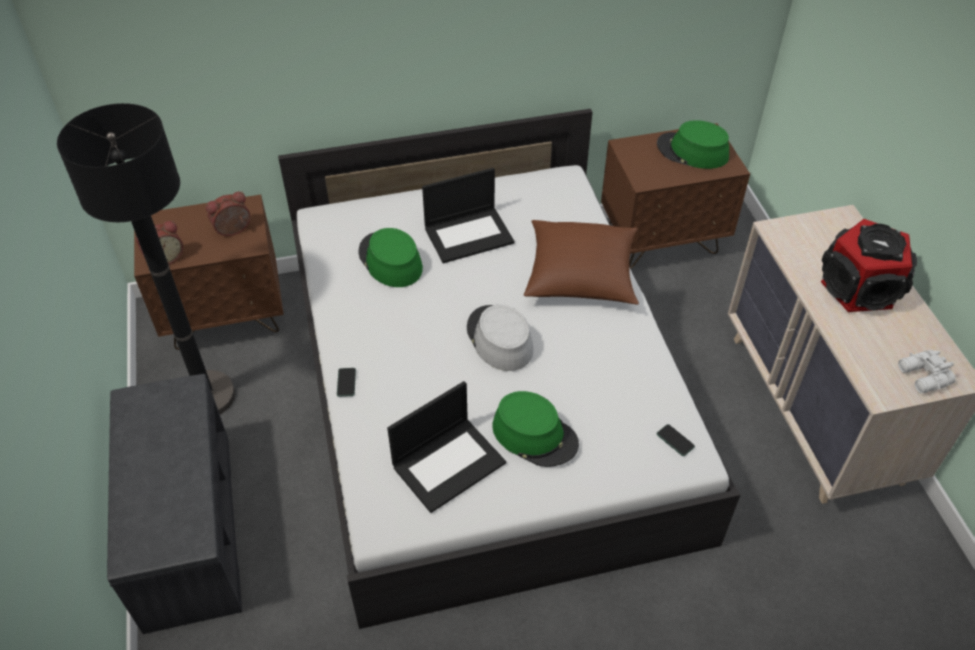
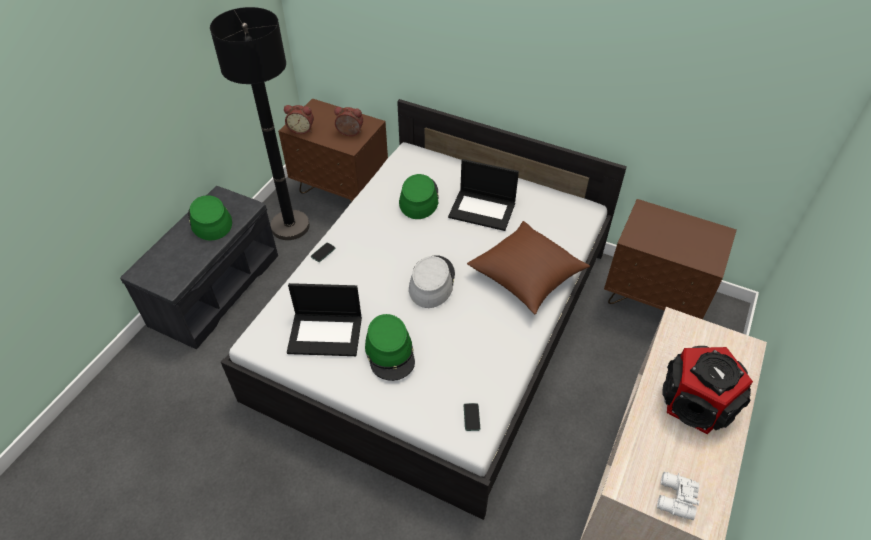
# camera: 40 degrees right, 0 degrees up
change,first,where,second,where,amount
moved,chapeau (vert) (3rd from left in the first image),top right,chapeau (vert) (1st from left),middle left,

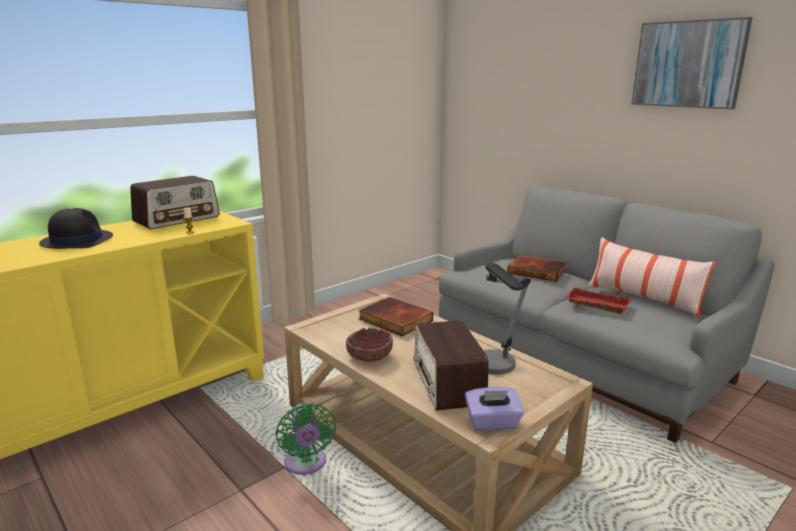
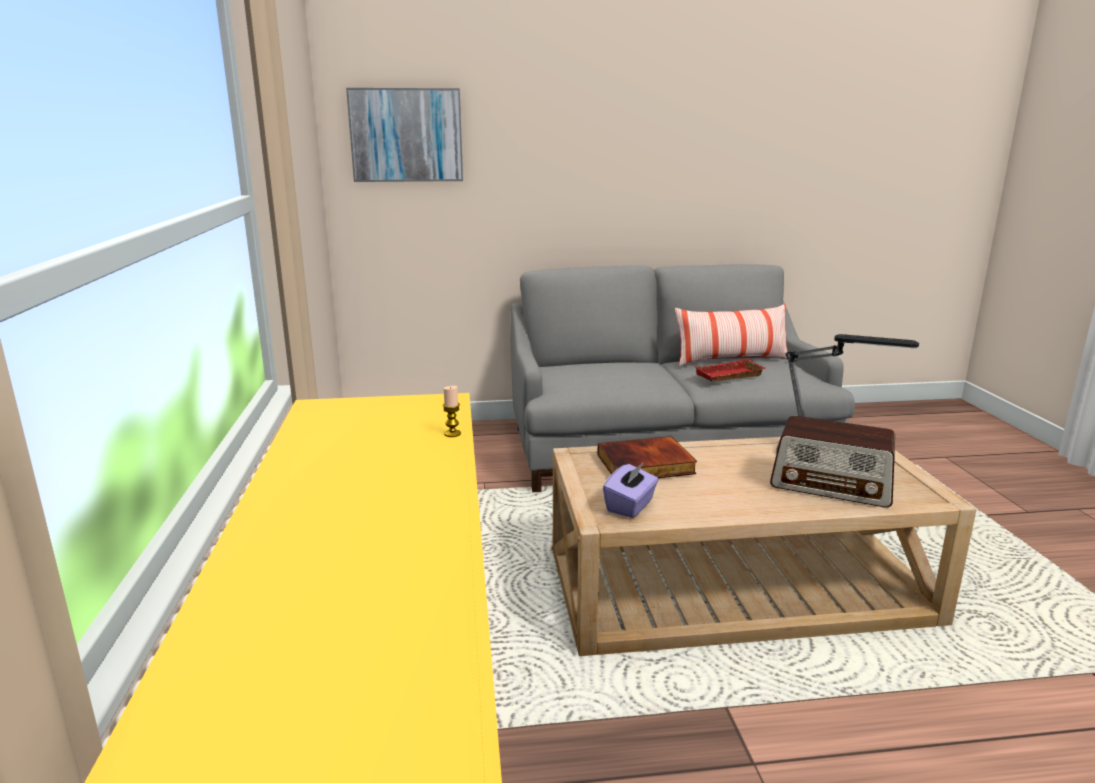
# camera: 55 degrees left, 0 degrees up
change,first,where,second,where,amount
removed,chapeau (noir),middle left,,,
removed,radio (1st from left),middle left,,,
removed,ventilateur (vert),bottom centre,,,
removed,bol,centre,,,
removed,livre (2nd from left),middle right,,,
moved,boîte à mouchoirs (violet),bottom centre,,centre,
moved,tableau,top right,,top centre,

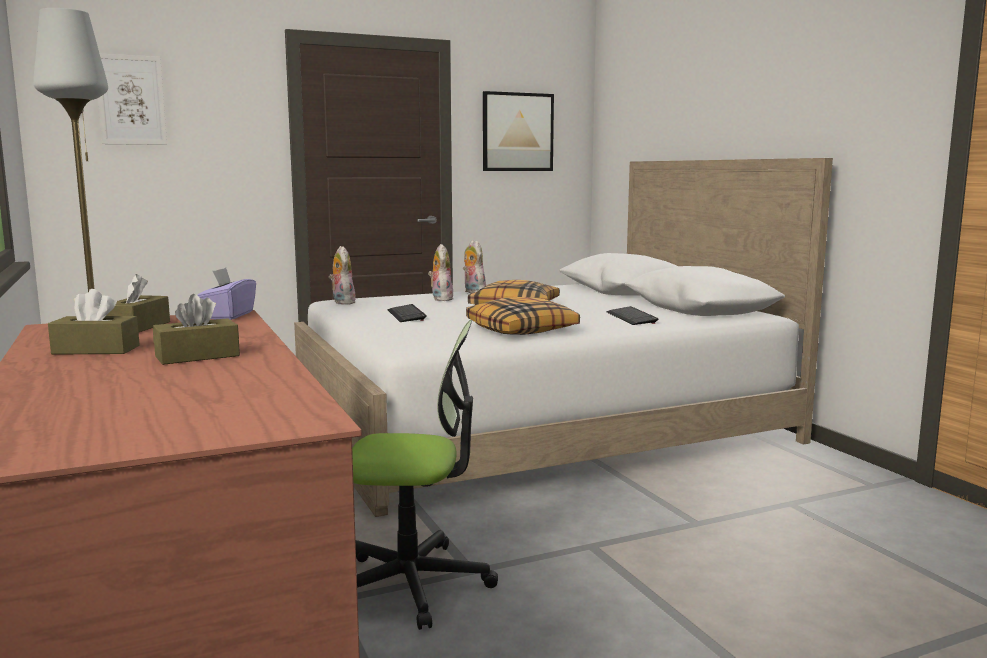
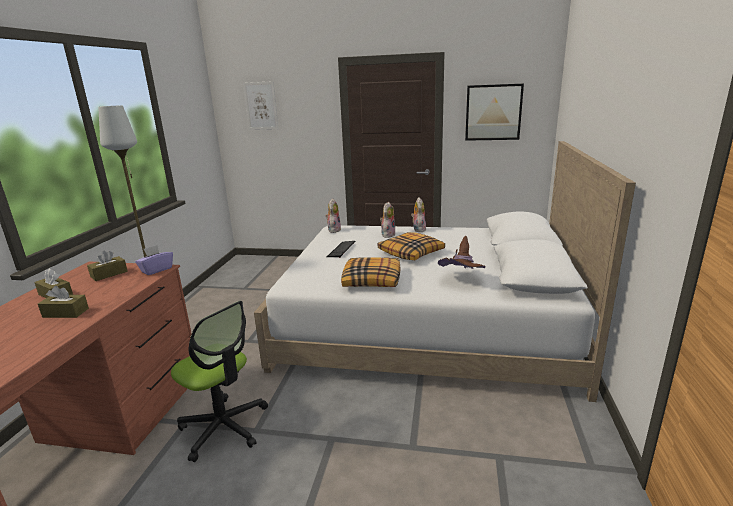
# camera: 35 degrees right, 10 degrees up
change,first,where,second,where,amount
replaced,clavier (2nd from left),centre,chapeau (marron),centre,

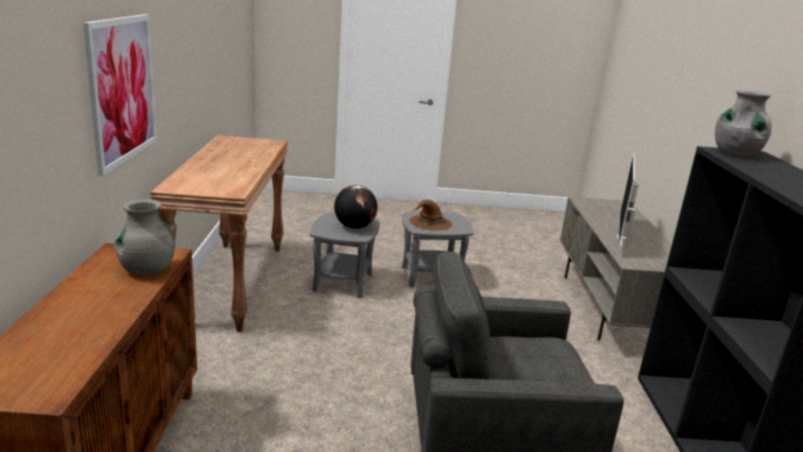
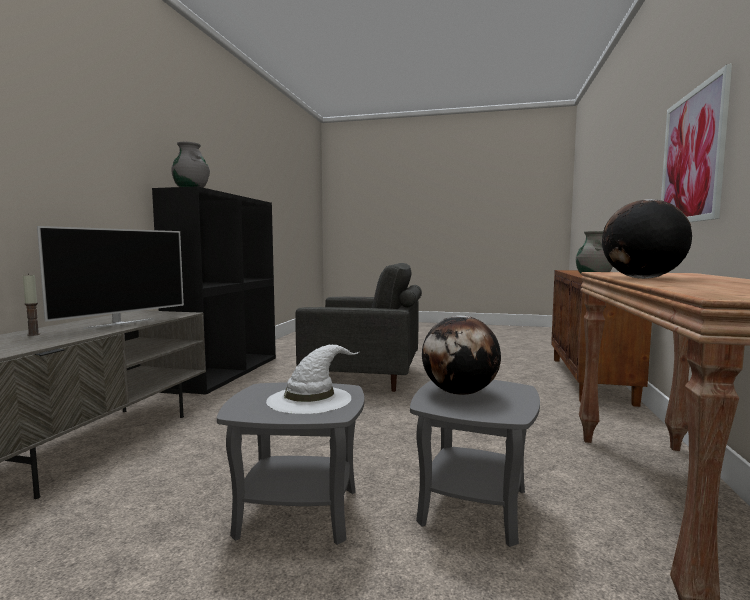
# camera: 165 degrees left, 15 degrees down
change,first,where,second,where,amount
added,,,globe (2nd from left),middle right,
recoloured,chapeau (marron),centre,chapeau (blanc),centre,

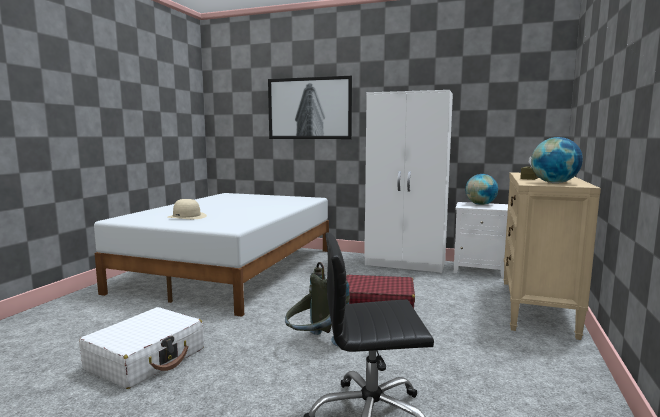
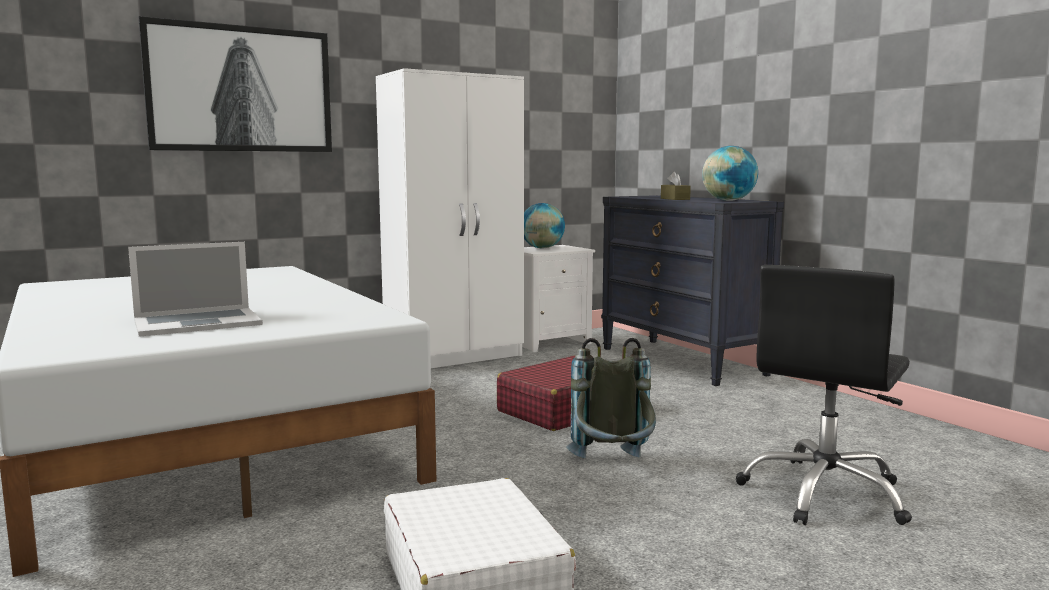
# camera: 50 degrees left, 0 degrees up
change,first,where,second,where,amount
replaced,chapeau (beige),middle left,ordinateur portable,middle left,
recoloured,commode (beige),middle right,commode (noir),centre,

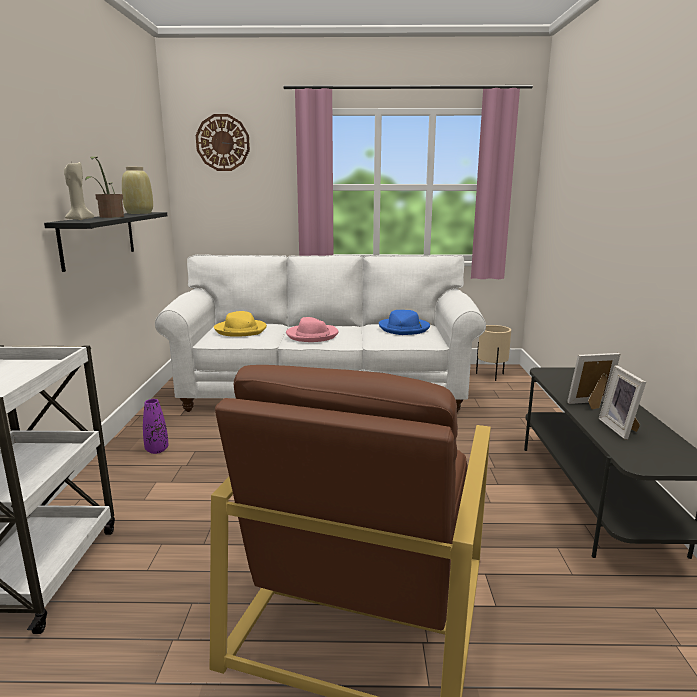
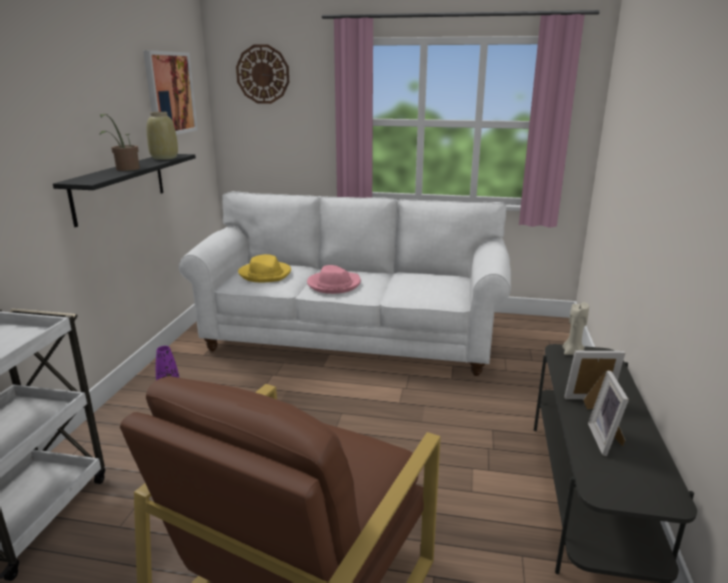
# camera: 10 degrees right, 5 degrees up
change,first,where,second,where,amount
removed,chapeau (bleu),centre,,,
removed,cache-pot (beige),middle right,,,
added,,,tableau,top left,
moved,bougie (beige),top left,,middle right,

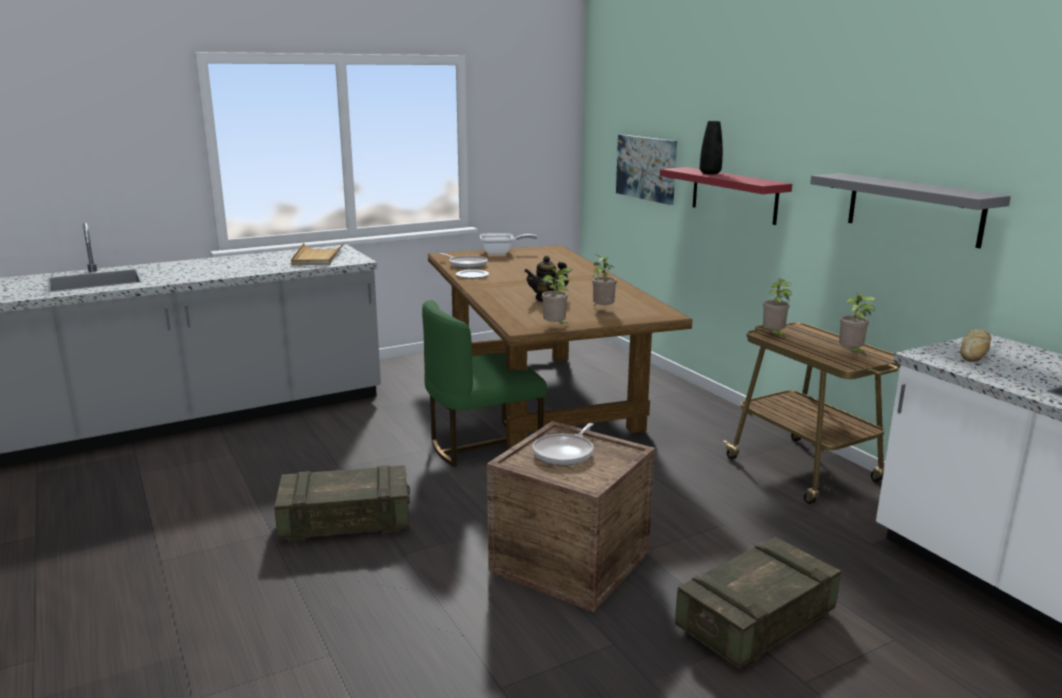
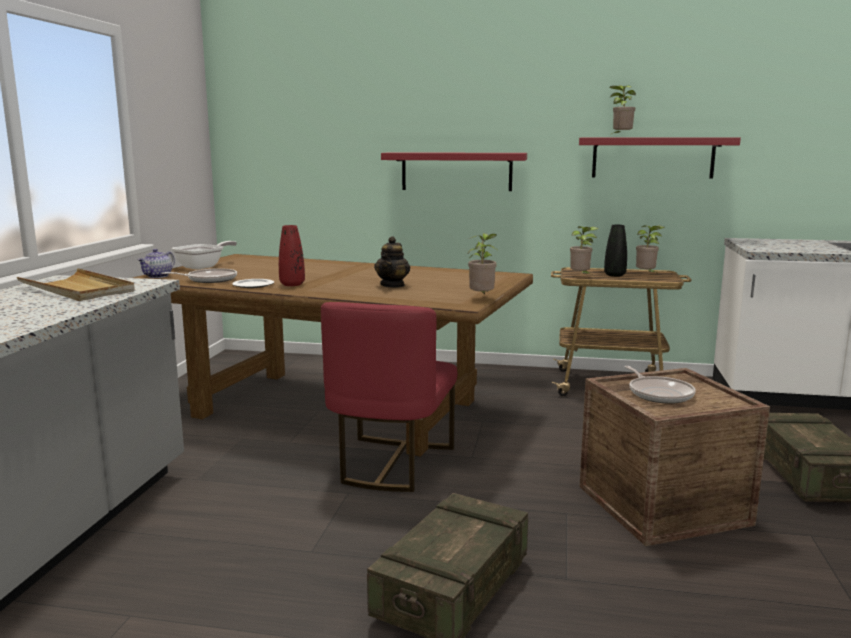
# camera: 50 degrees left, 5 degrees down
change,first,where,second,where,amount
removed,tableau,top centre,,,
removed,pain,middle right,,,
added,,,théière (1st from left),middle left,
added,,,vase (rouge),centre,
moved,plante en pot (2nd from left in the first image),centre,plante en pot (3rd from left),top right,
moved,vase (noir),top right,,middle right,
recoloured,chaise (vert),centre,chaise (rouge),centre,
recoloured,étagère (gris),top right,étagère (rouge) (2nd from left),top right,

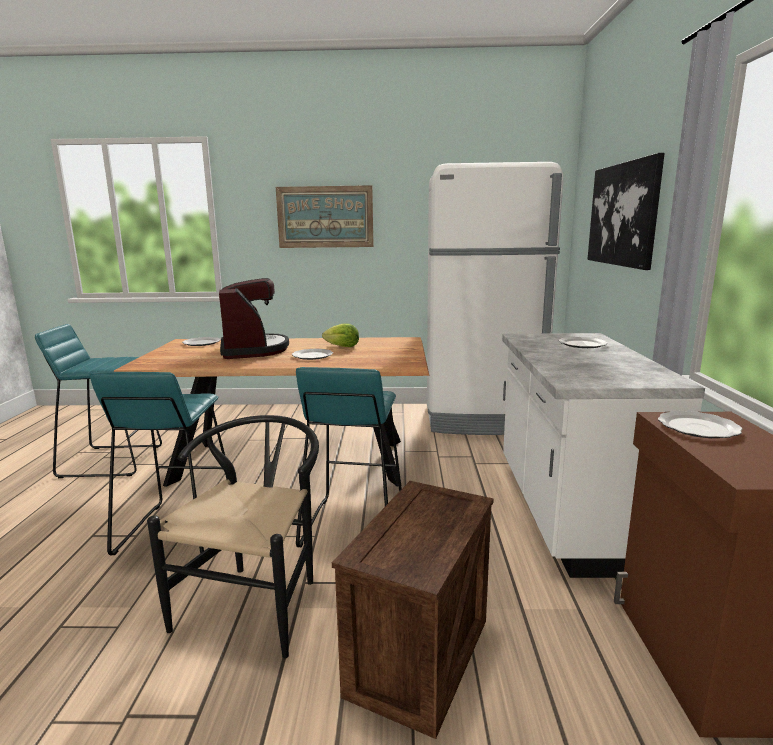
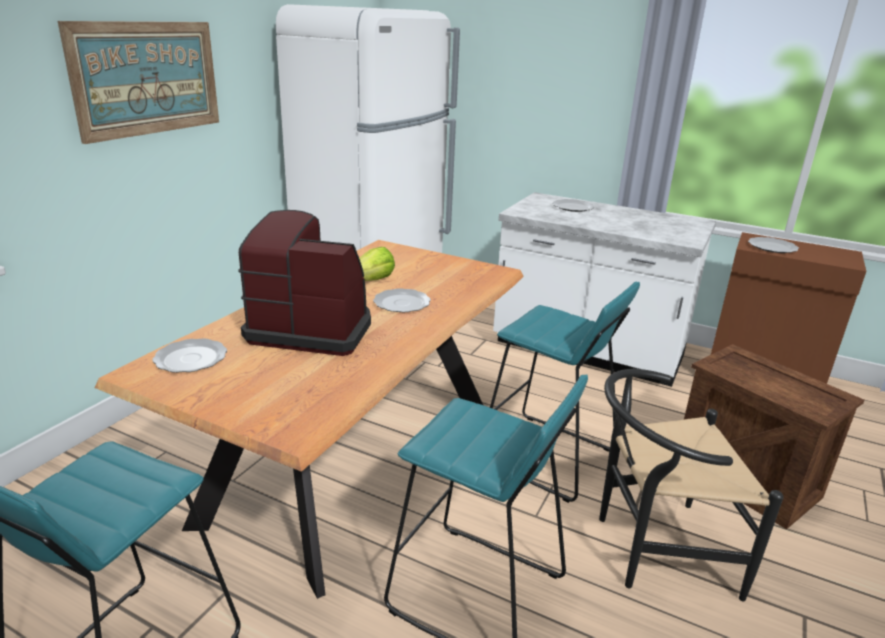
# camera: 65 degrees left, 10 degrees up
change,first,where,second,where,amount
removed,tableau (2nd from left),top right,,,
turned,chaise (noir),bottom left,,bottom right,45 degrees counterclockwise

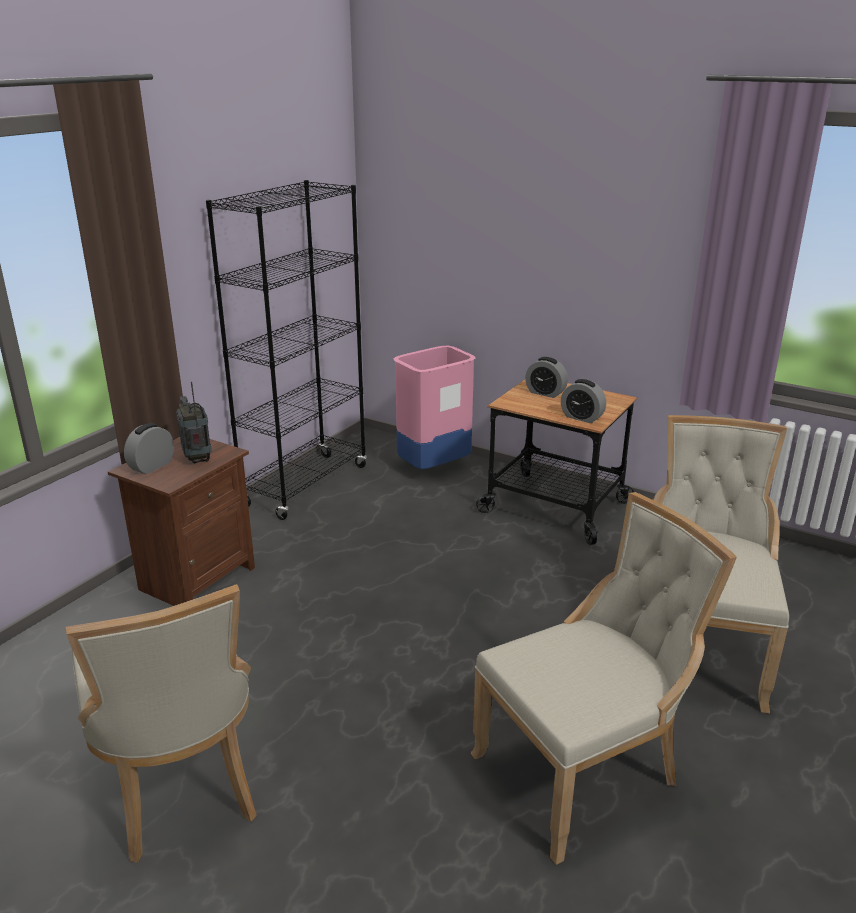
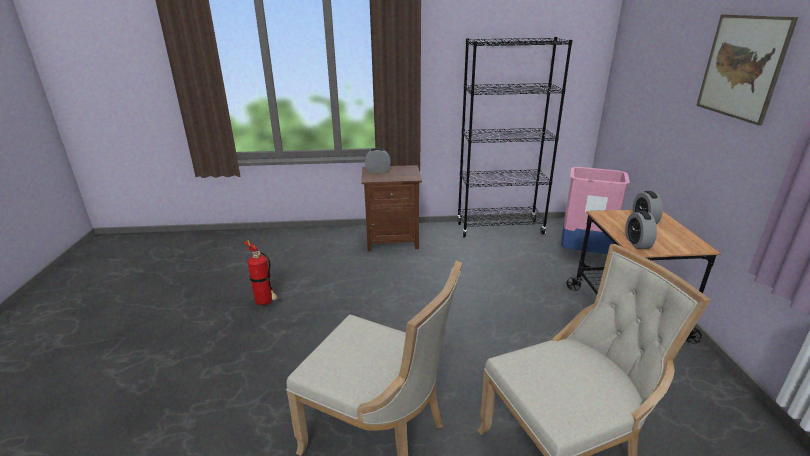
# camera: 55 degrees right, 0 degrees up
change,first,where,second,where,amount
removed,radio,middle left,,,
added,,,tableau,top right,
replaced,chaise (beige) (1st from left),bottom left,extincteur,middle left,

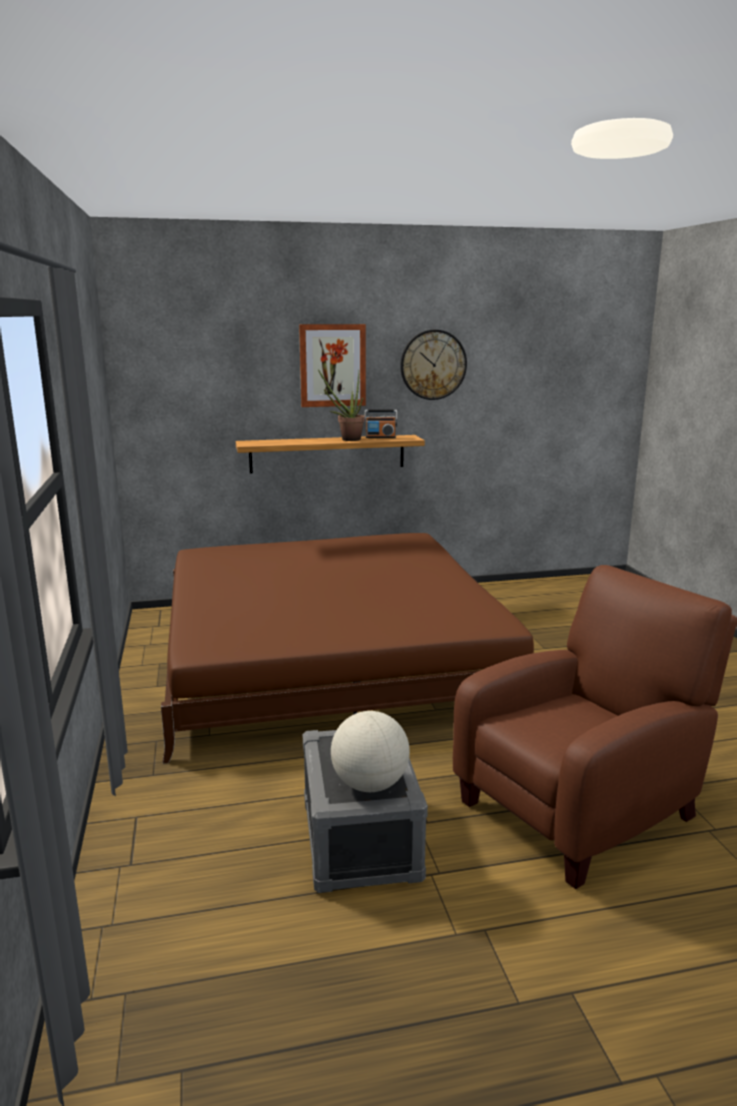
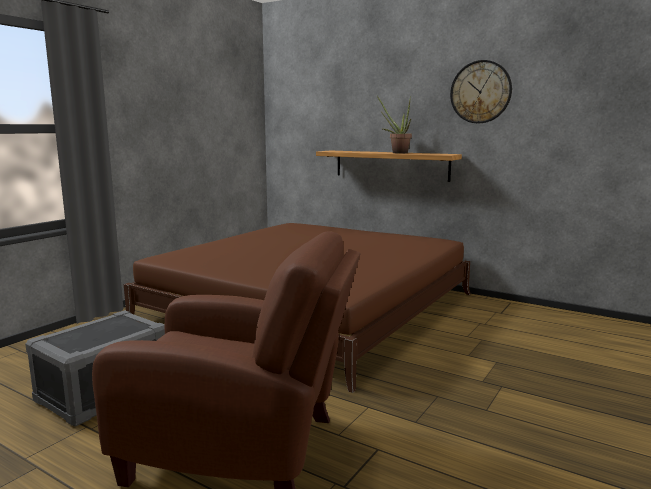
# camera: 45 degrees right, 5 degrees down
change,first,where,second,where,amount
removed,tableau,top centre,,,
removed,globe,bottom centre,,,
removed,radio,centre,,,

